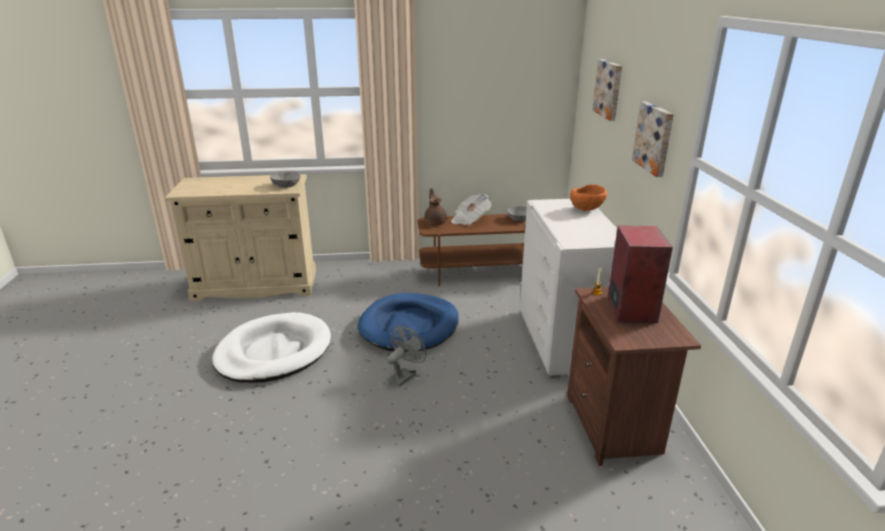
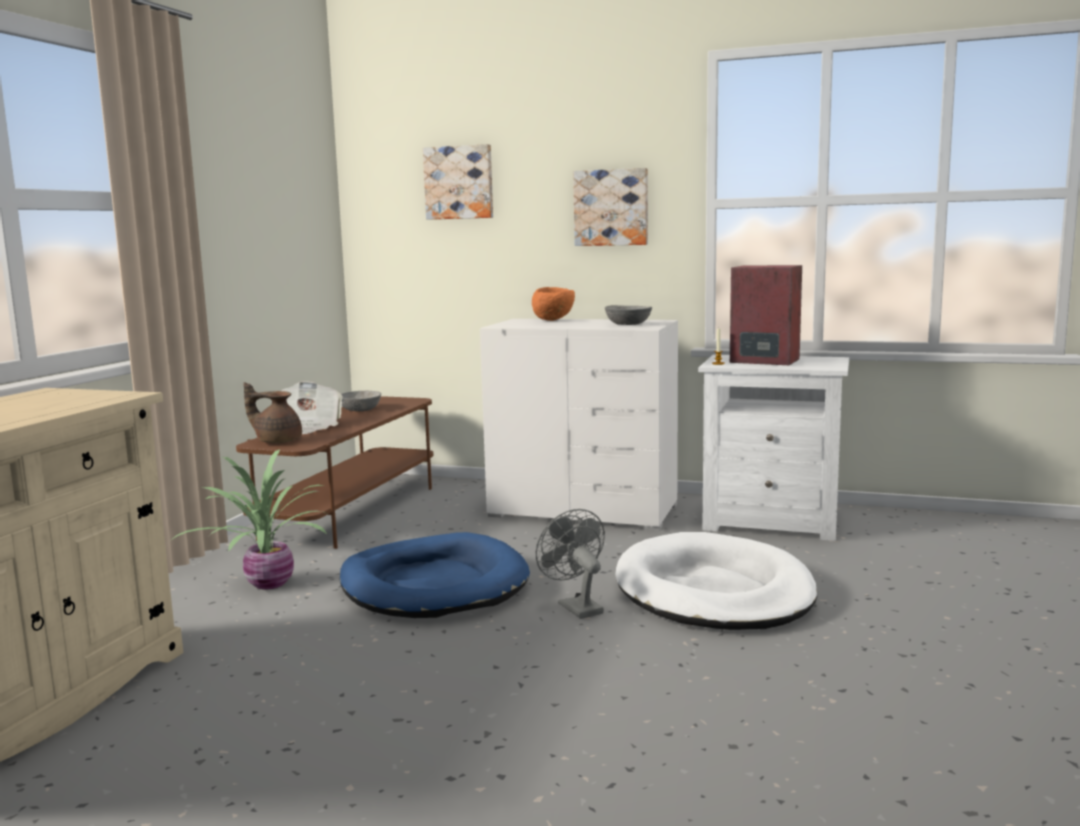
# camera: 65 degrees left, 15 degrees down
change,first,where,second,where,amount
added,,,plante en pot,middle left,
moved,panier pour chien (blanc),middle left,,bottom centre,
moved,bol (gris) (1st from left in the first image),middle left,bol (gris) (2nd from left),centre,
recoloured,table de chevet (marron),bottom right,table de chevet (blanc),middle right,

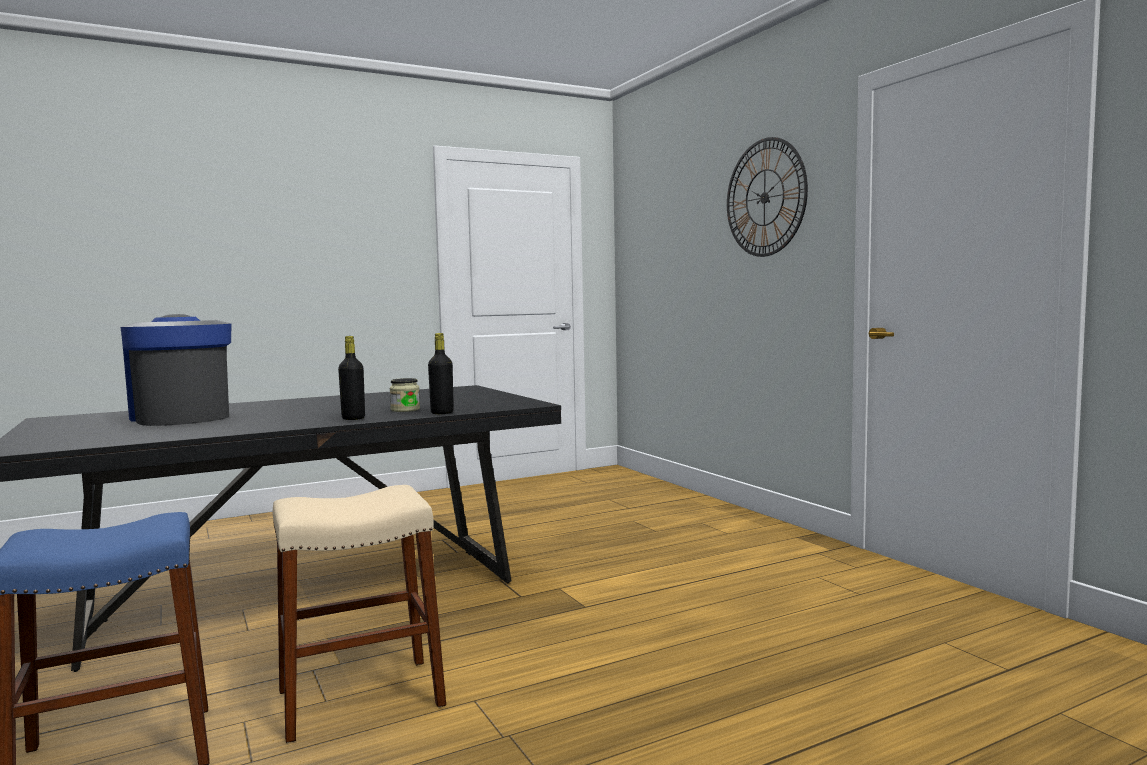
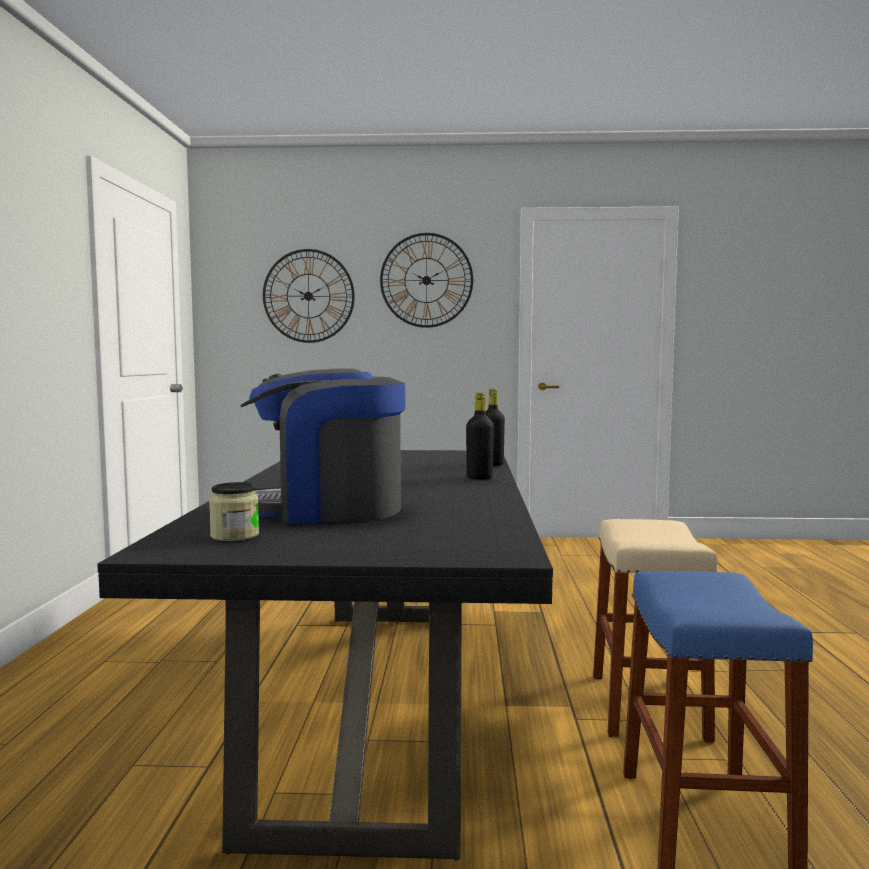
# camera: 60 degrees left, 0 degrees up
change,first,where,second,where,amount
added,,,horloge murale (1st from left),centre,
moved,bocal,centre,,middle left,

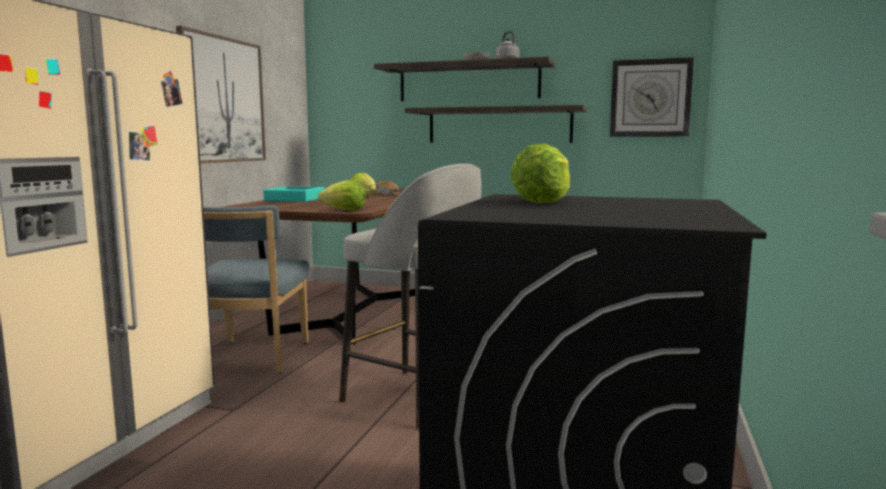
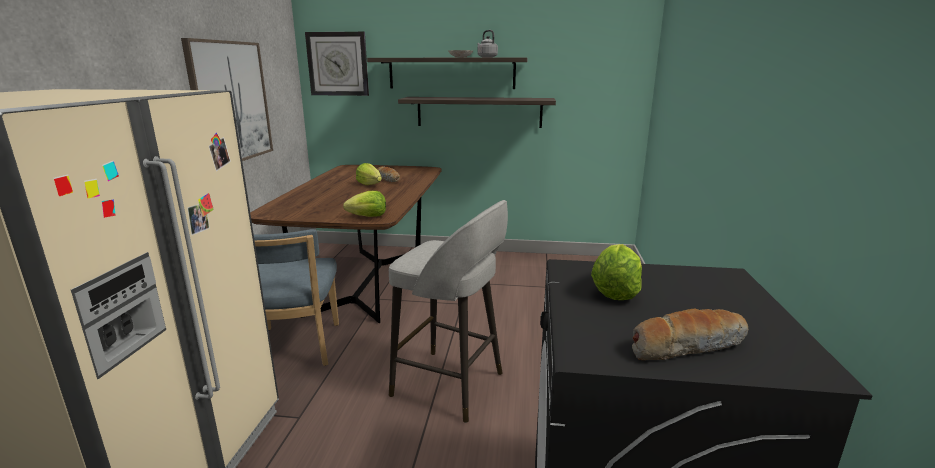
# camera: 10 degrees left, 10 degrees up
change,first,where,second,where,amount
removed,plateau (turquoise),middle left,,,
added,,,pain (2nd from left),bottom right,
moved,horloge murale,top right,,top centre,

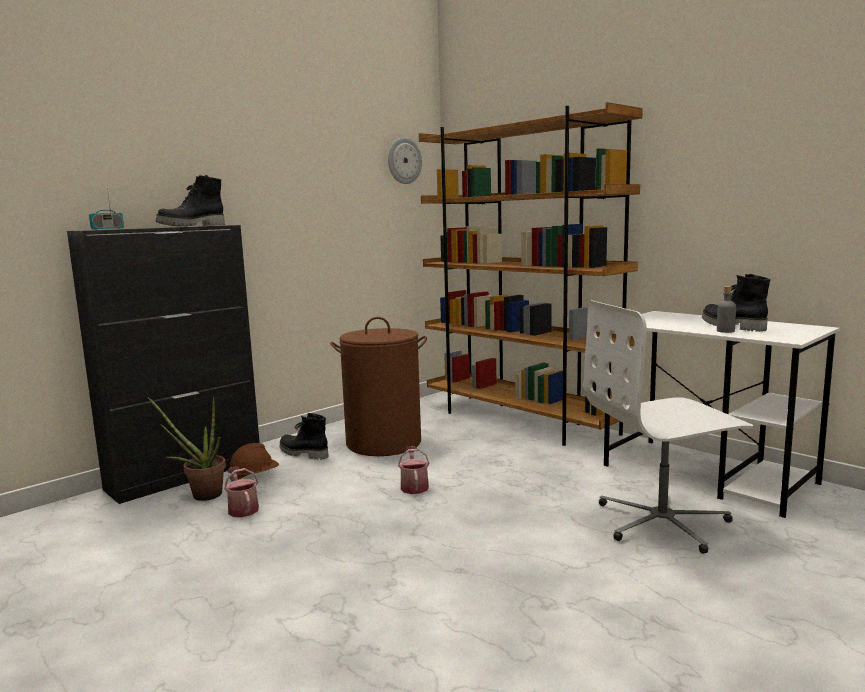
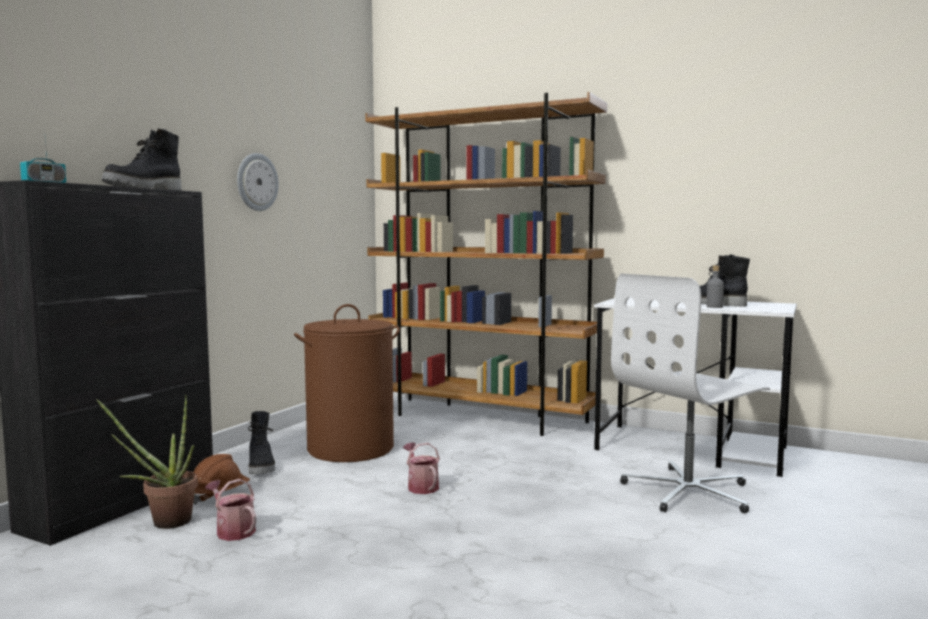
# camera: 20 degrees left, 5 degrees down
change,first,where,second,where,amount
moved,horloge murale,top centre,,top left,
turned,botte (noir) (2nd from left),centre,,bottom left,120 degrees counterclockwise

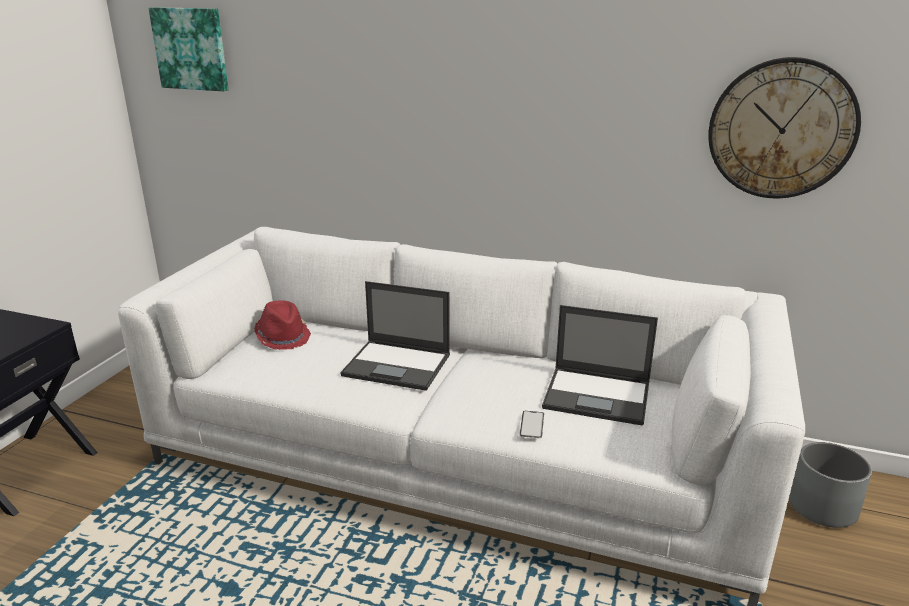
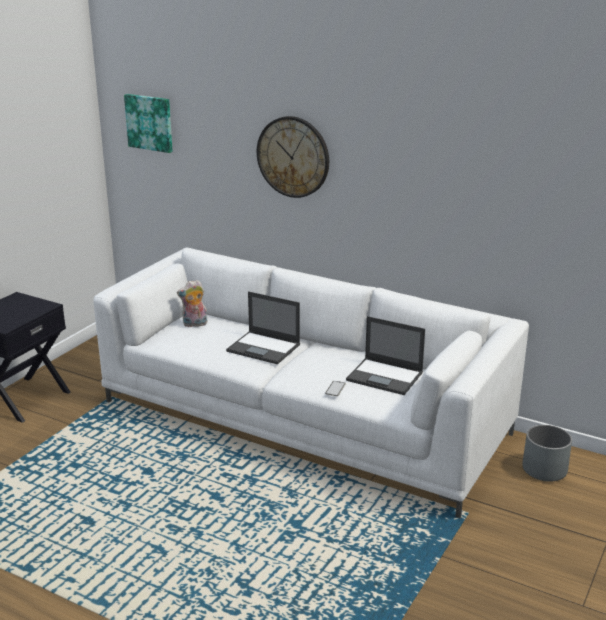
# camera: 10 degrees right, 0 degrees up
change,first,where,second,where,amount
moved,horloge murale,top right,,top centre,
replaced,chapeau (rouge),middle left,peluche,middle left,

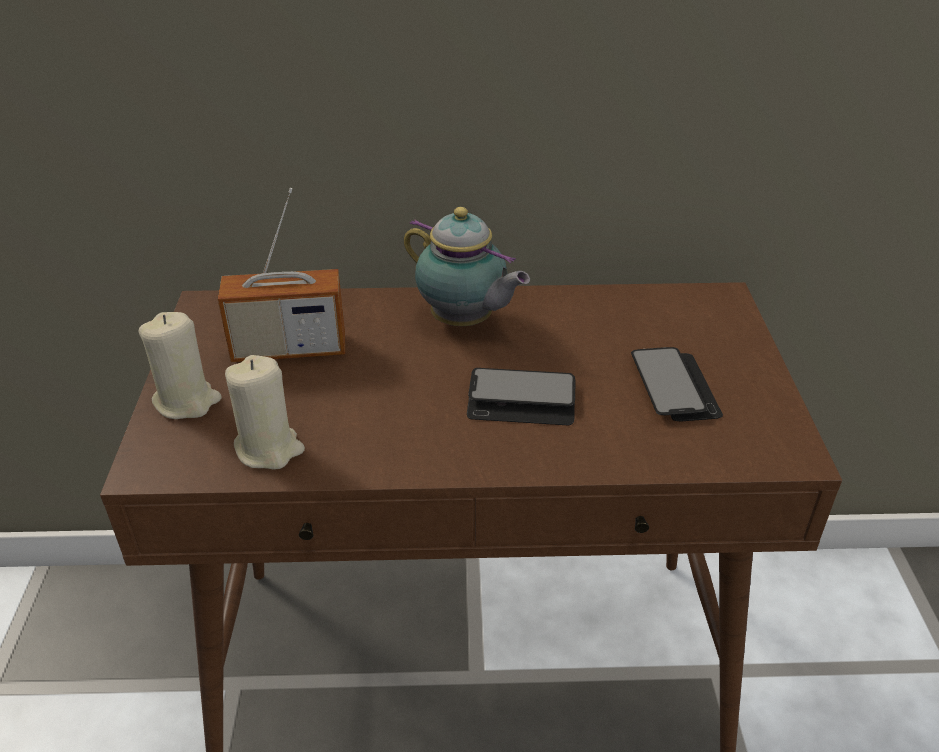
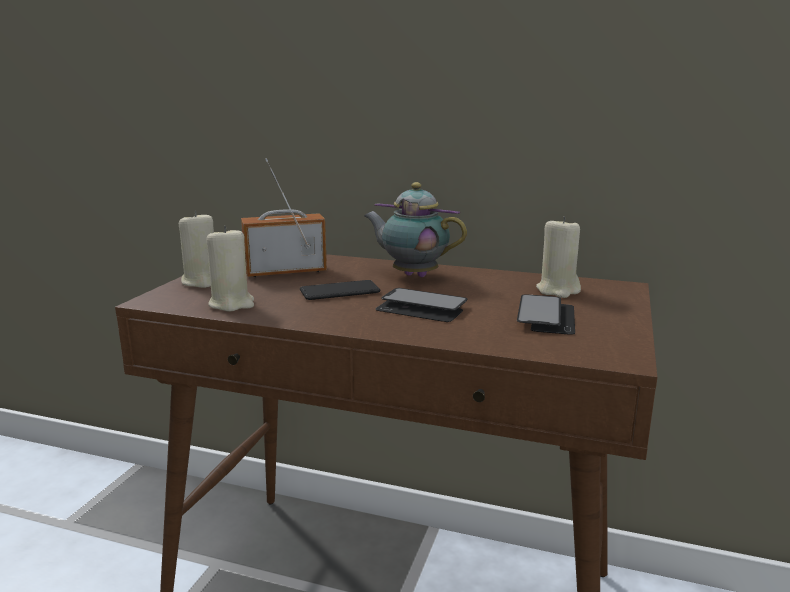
# camera: 20 degrees right, 20 degrees down
change,first,where,second,where,amount
added,,,téléphone (1st from left),centre,
added,,,bougie (beige) (3rd from left),middle right,
turned,radio,middle left,,centre,150 degrees clockwise
turned,théière,centre,,centre,150 degrees clockwise

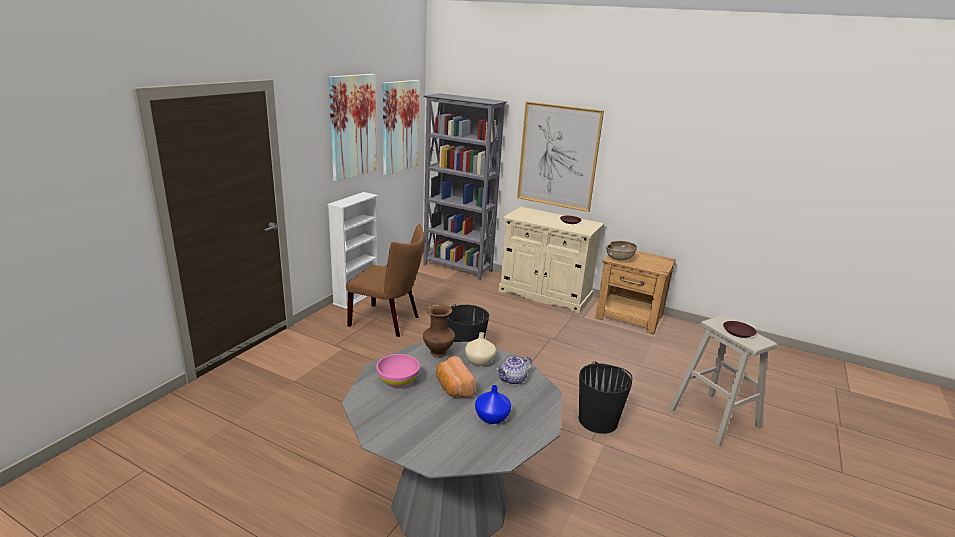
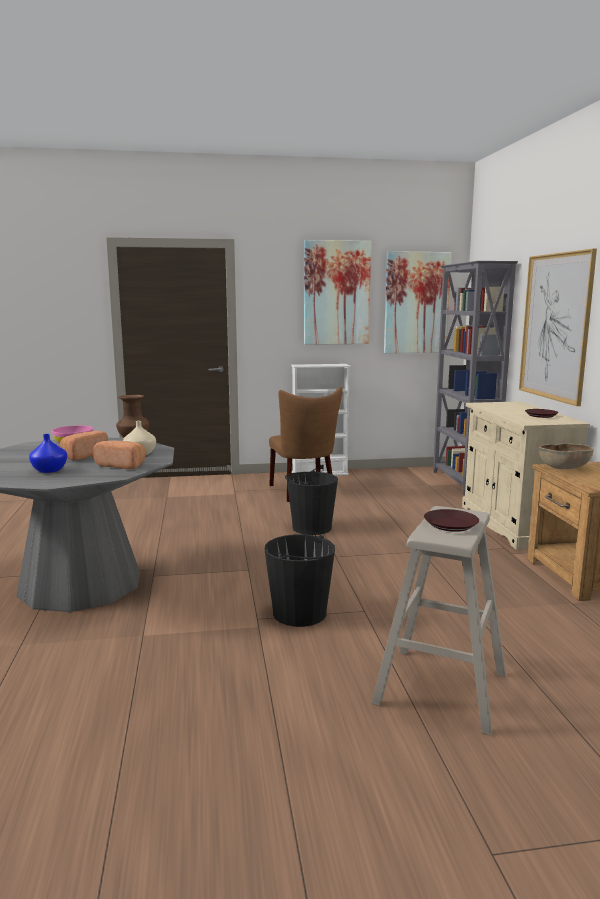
# camera: 55 degrees right, 10 degrees down
change,first,where,second,where,amount
replaced,théière,bottom centre,pain (2nd from left),middle left,

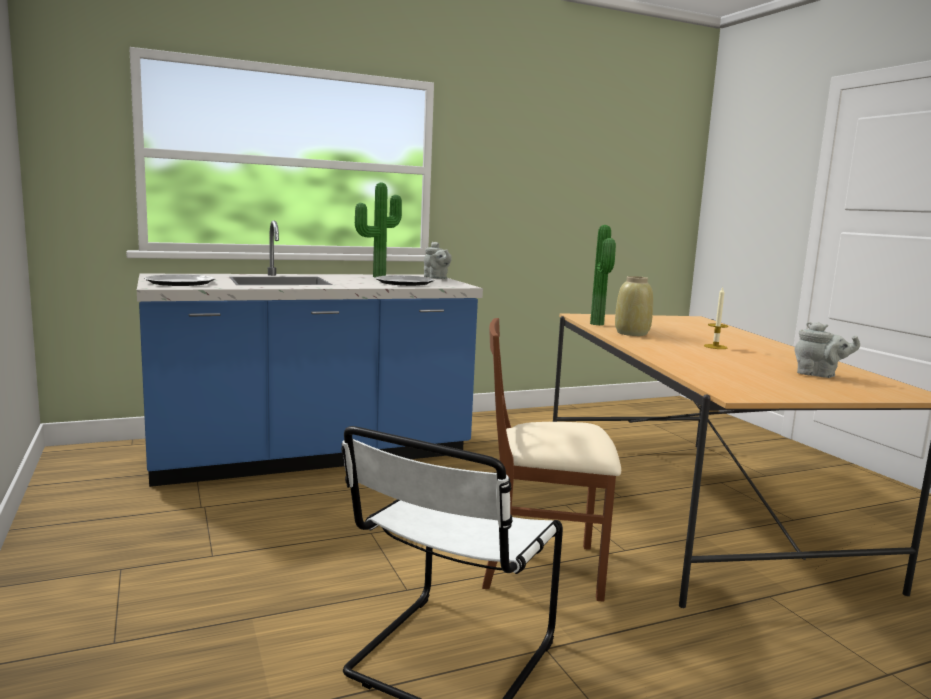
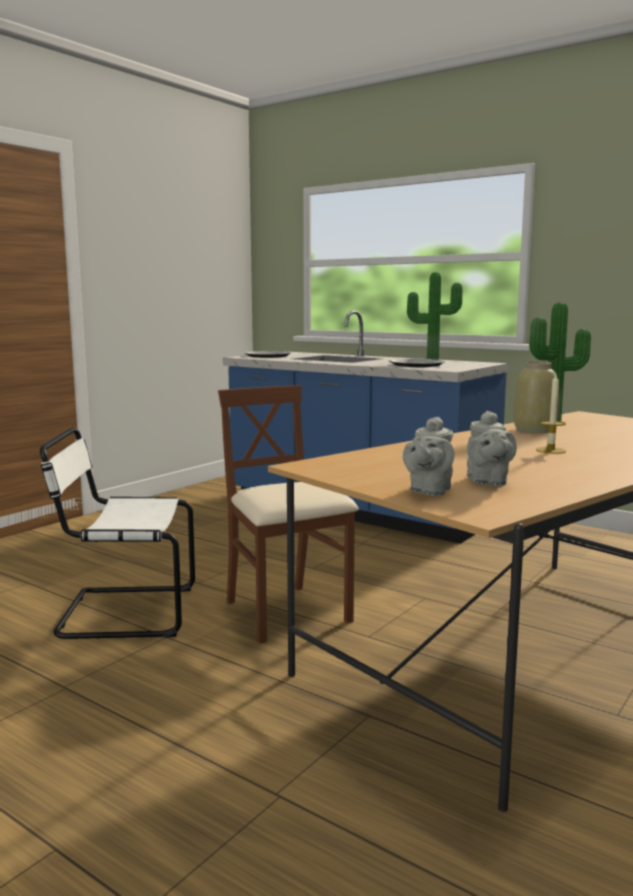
# camera: 60 degrees right, 0 degrees up
change,first,where,second,where,amount
moved,théière (gris) (1st from left),centre,,middle right,

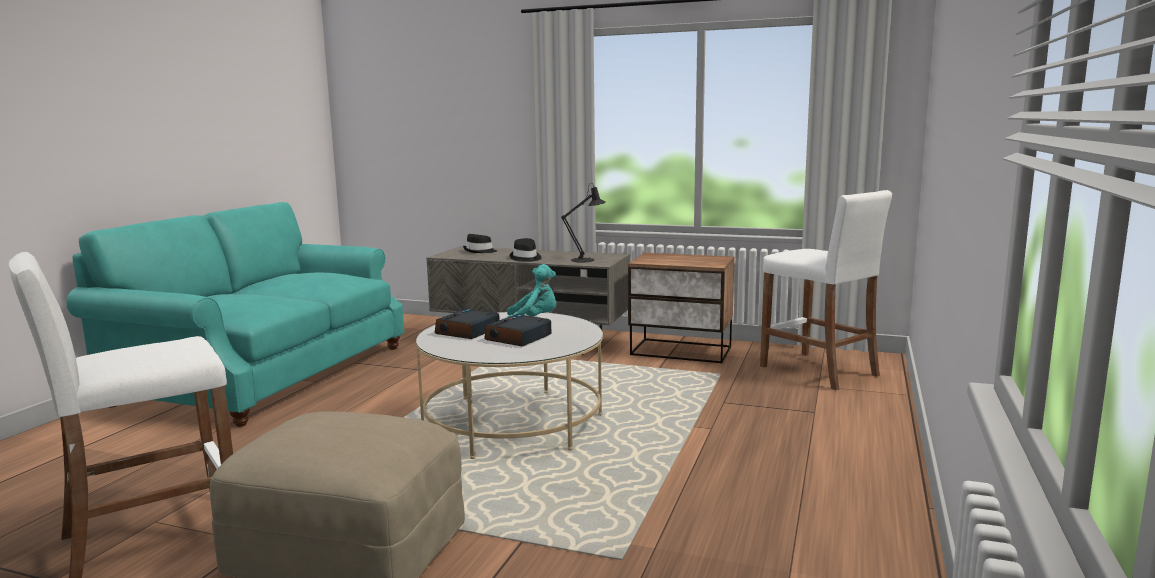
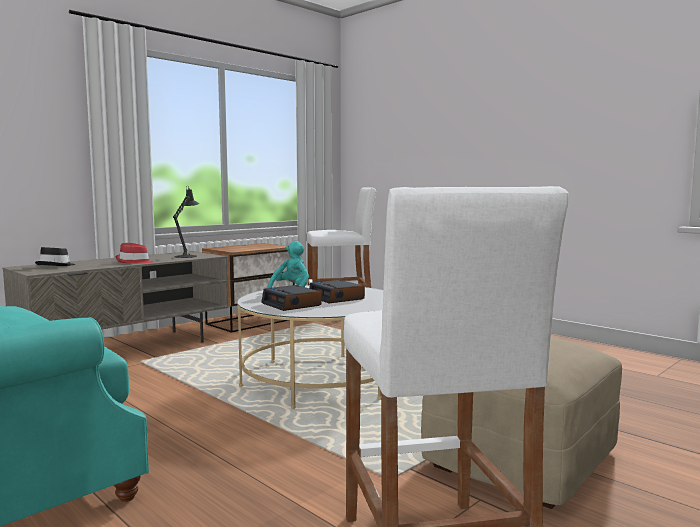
# camera: 65 degrees left, 5 degrees down
change,first,where,second,where,amount
recoloured,chapeau (noir) (2nd from left),centre,chapeau (rouge),middle left,

